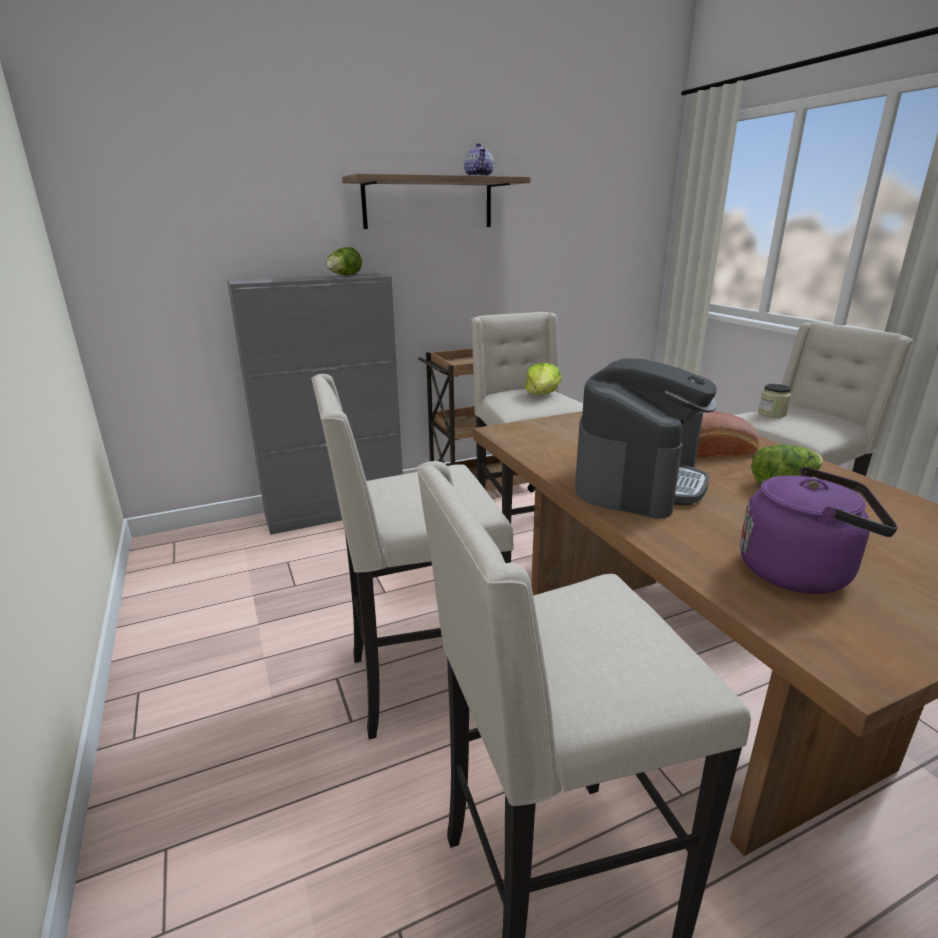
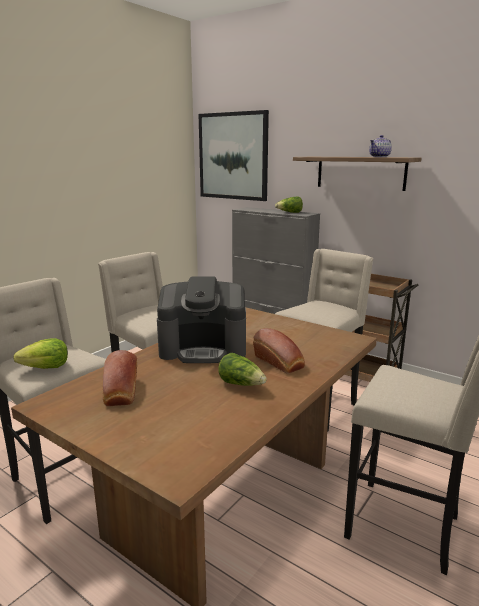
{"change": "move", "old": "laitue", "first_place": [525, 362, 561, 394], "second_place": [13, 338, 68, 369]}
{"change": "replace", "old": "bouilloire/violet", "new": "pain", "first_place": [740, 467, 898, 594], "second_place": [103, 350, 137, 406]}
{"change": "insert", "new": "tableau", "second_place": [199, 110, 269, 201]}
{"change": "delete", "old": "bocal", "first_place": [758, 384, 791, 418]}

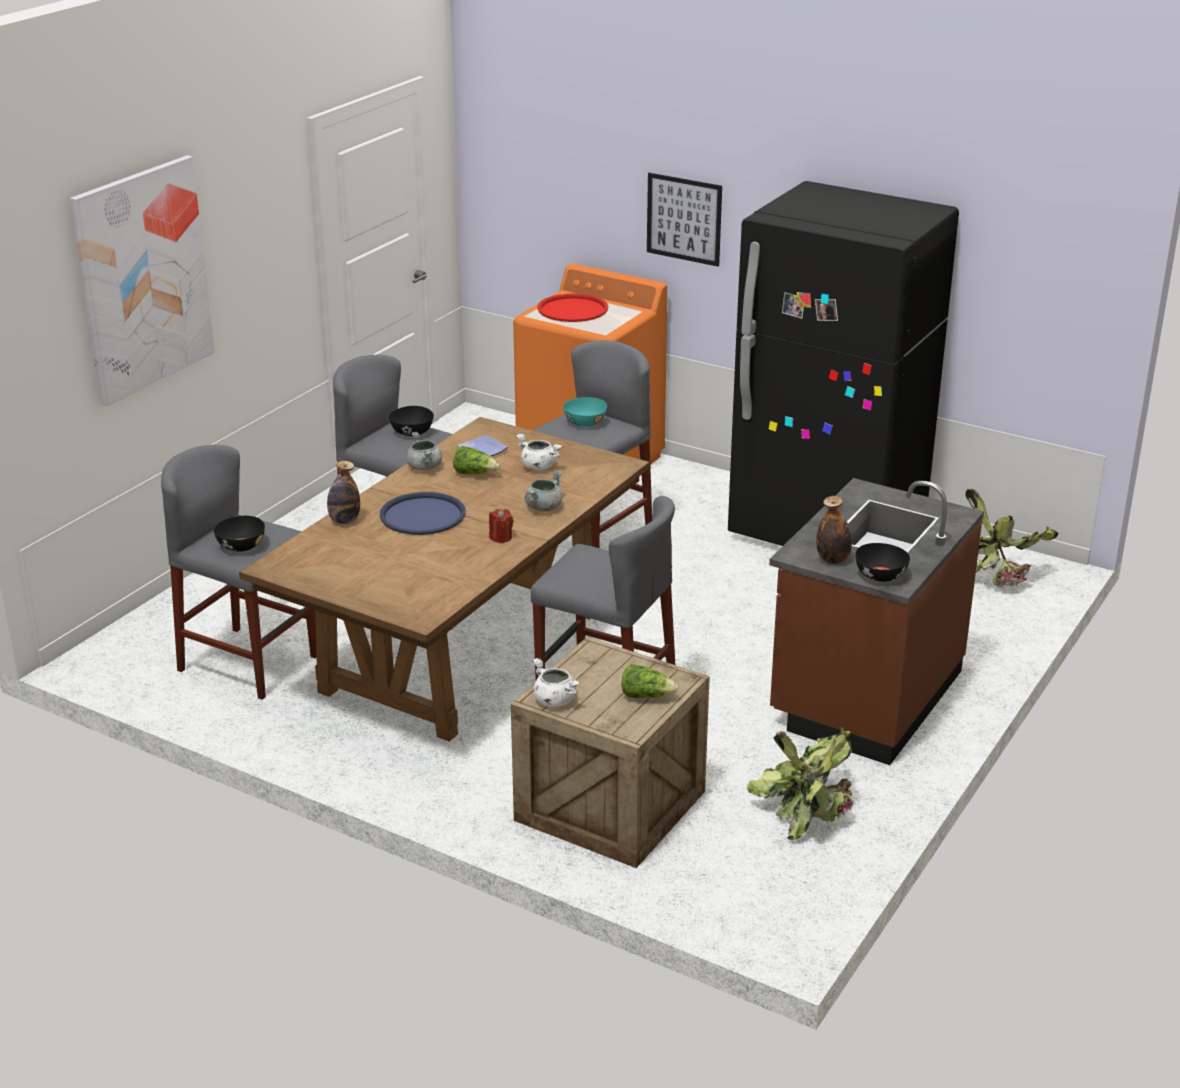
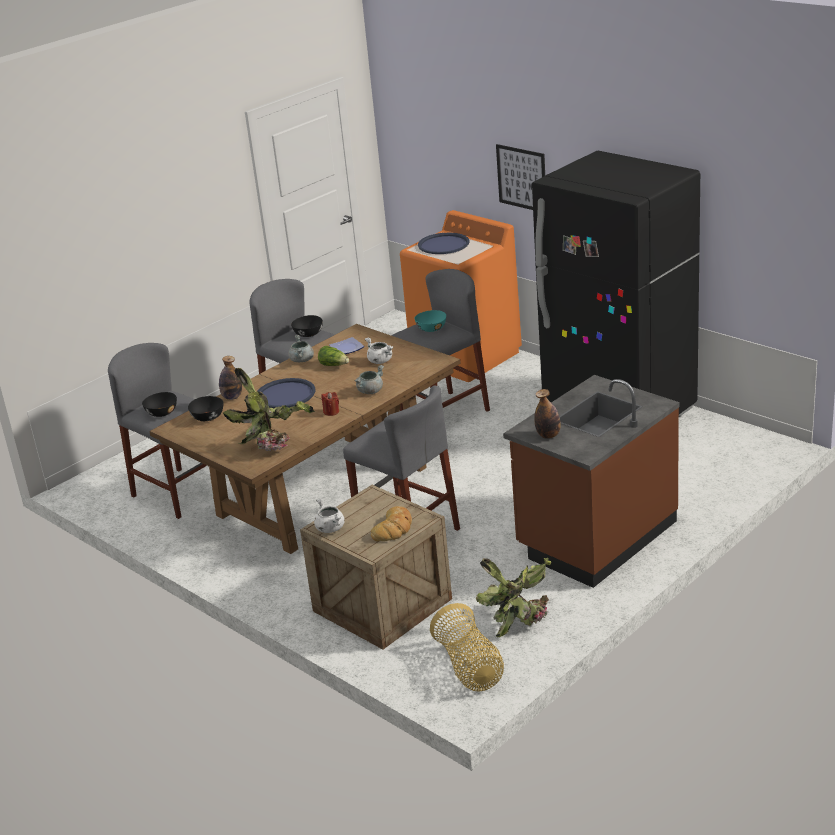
{"change": "move", "old": "bol/noir", "first_place": [855, 543, 910, 582], "second_place": [188, 396, 223, 421]}
{"change": "move", "old": "plante en pot", "first_place": [965, 489, 1058, 588], "second_place": [223, 368, 315, 451]}
{"change": "replace", "old": "laitue", "new": "pain", "first_place": [622, 664, 678, 699], "second_place": [371, 506, 412, 541]}
{"change": "recolor", "old": "plateau/rouge", "new": "plateau/bleu", "first_place": [537, 293, 608, 322], "second_place": [418, 233, 469, 254]}
{"change": "insert", "new": "panier", "second_place": [430, 603, 504, 692]}
{"change": "delete", "old": "tableau", "first_place": [70, 155, 215, 406]}

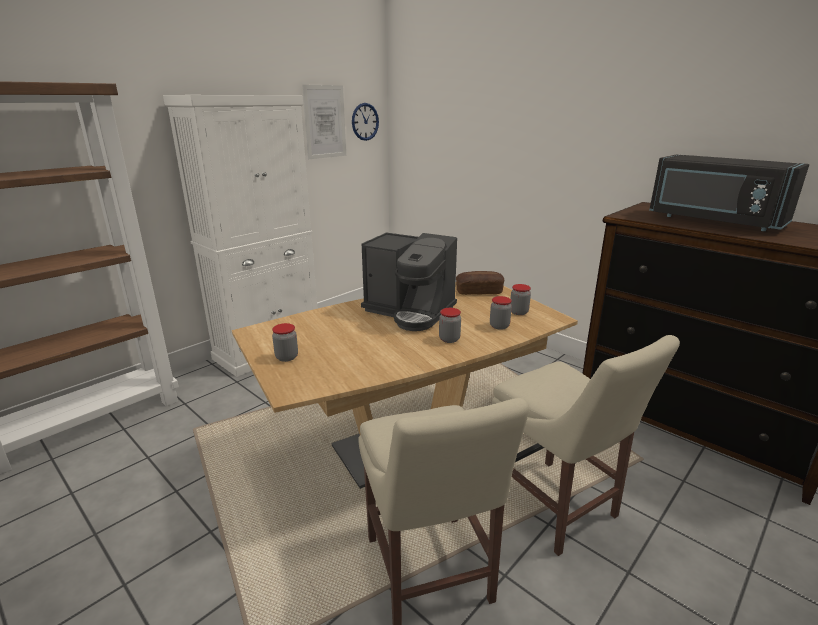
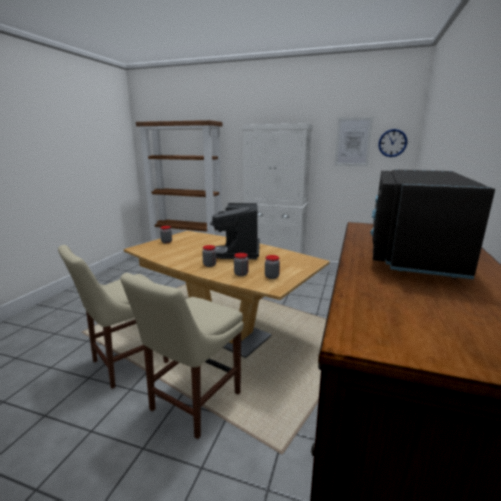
{"change": "delete", "old": "pain", "first_place": [456, 271, 504, 295]}

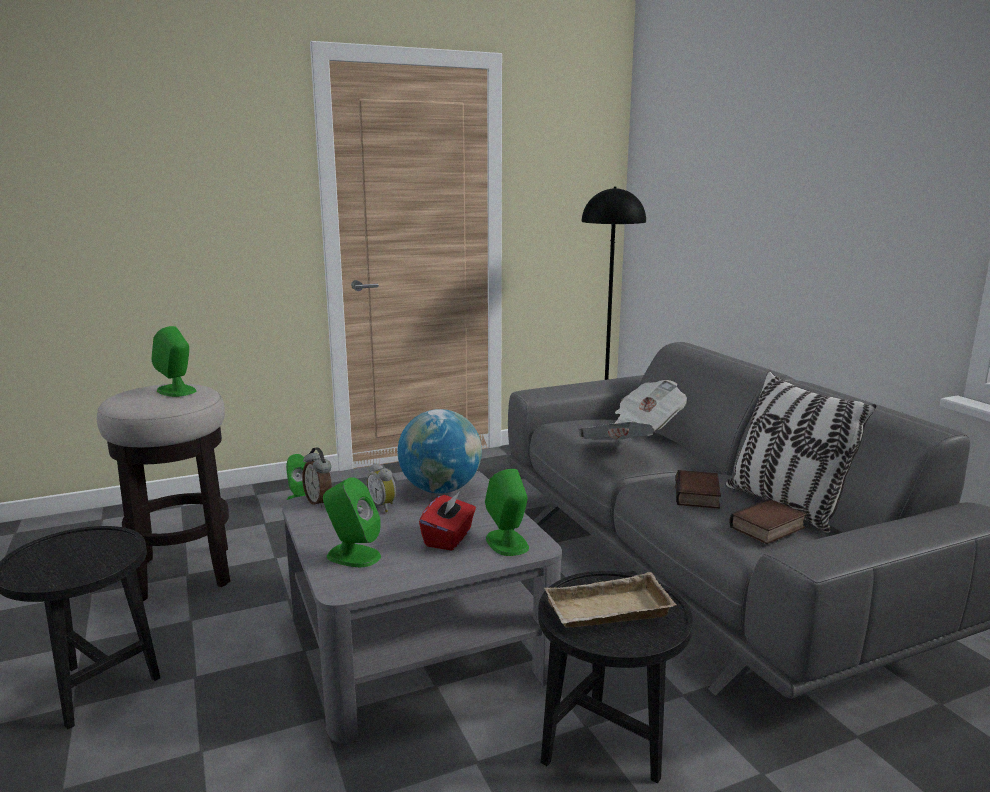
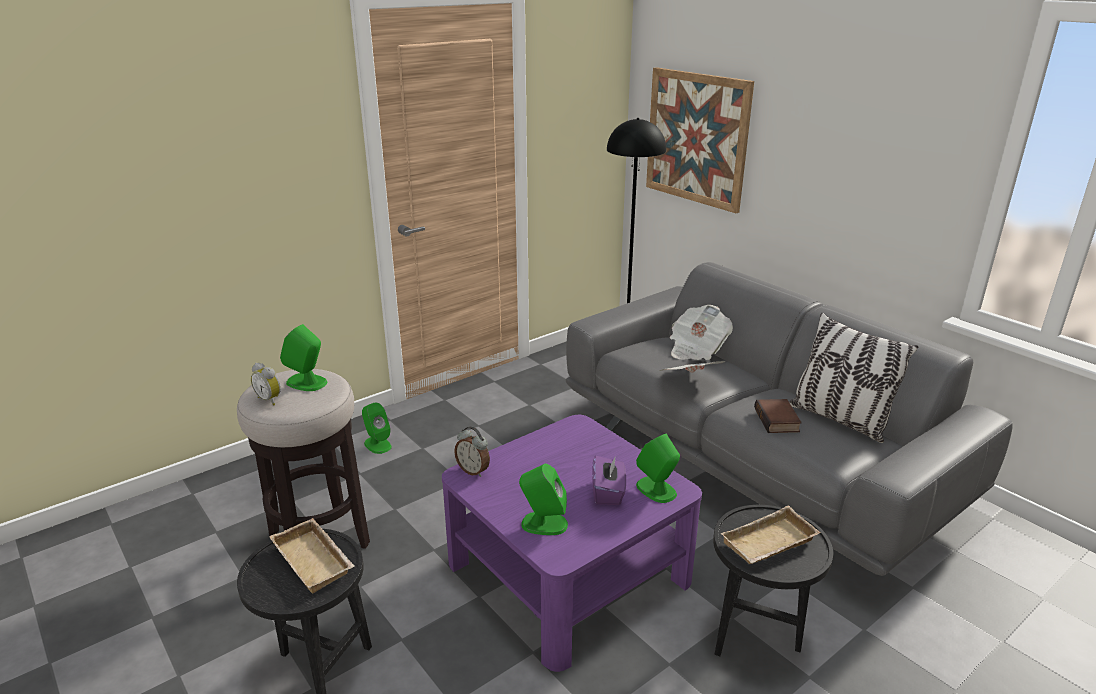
{"change": "move", "old": "réveil", "first_place": [367, 463, 396, 512], "second_place": [251, 363, 281, 406]}
{"change": "insert", "new": "plateau/beige", "second_place": [269, 518, 355, 594]}
{"change": "recolor", "old": "table basse/gris", "new": "table basse/violet", "first_place": [282, 471, 562, 743], "second_place": [442, 415, 702, 672]}
{"change": "recolor", "old": "boîte à mouchoirs/rouge", "new": "boîte à mouchoirs/violet", "first_place": [419, 491, 476, 551], "second_place": [592, 455, 626, 505]}
{"change": "insert", "new": "tableau", "second_place": [646, 67, 754, 213]}
{"change": "delete", "old": "globe", "first_place": [398, 409, 482, 494]}
{"change": "delete", "old": "livre", "first_place": [729, 499, 807, 544]}

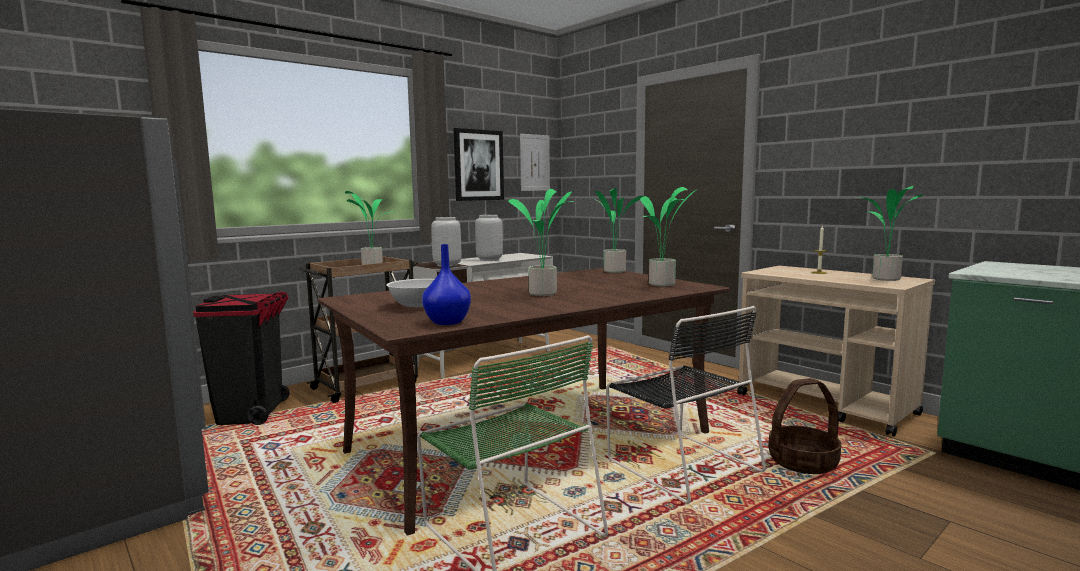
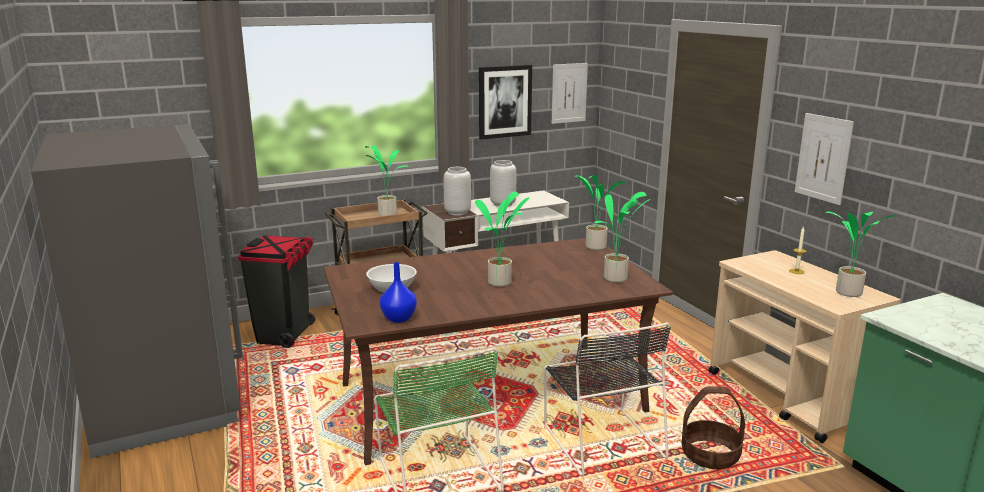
{"change": "insert", "new": "tableau", "second_place": [795, 113, 854, 205]}

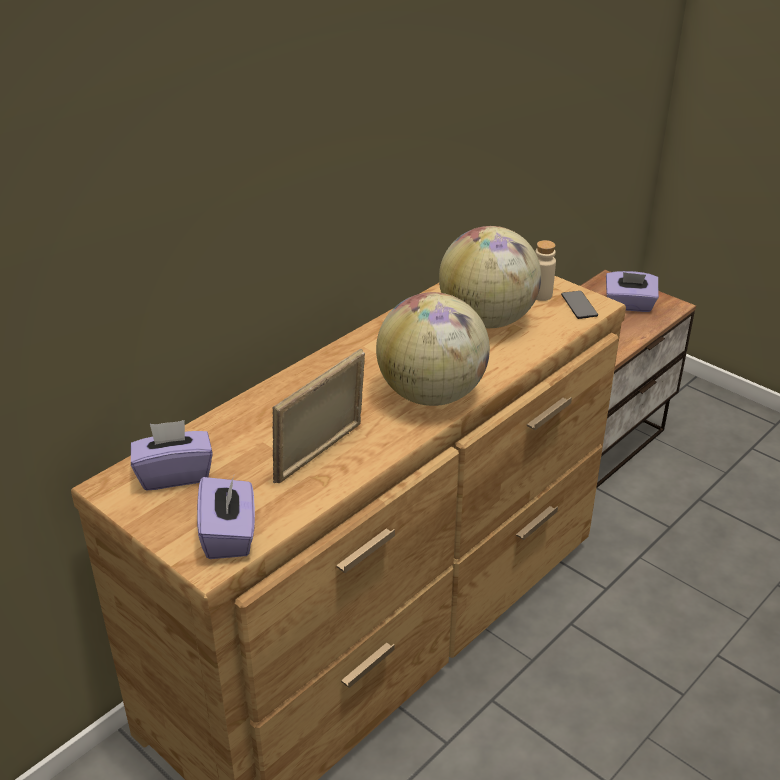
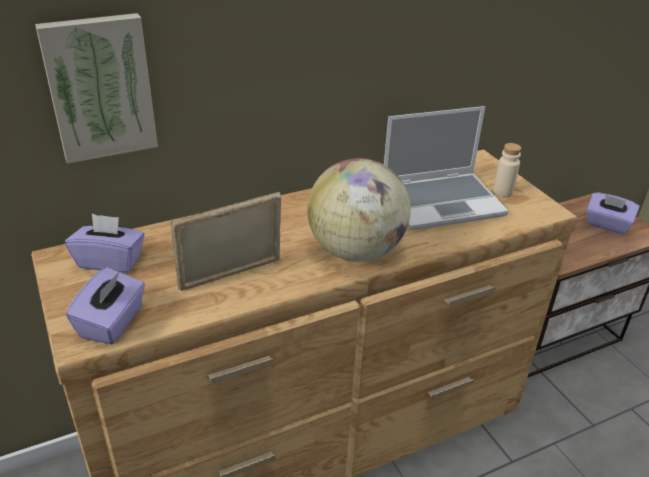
{"change": "insert", "new": "tableau", "second_place": [35, 13, 158, 164]}
{"change": "replace", "old": "globe", "new": "ordinateur portable", "first_place": [439, 226, 541, 328], "second_place": [384, 106, 509, 230]}
{"change": "delete", "old": "téléphone", "first_place": [561, 291, 598, 319]}

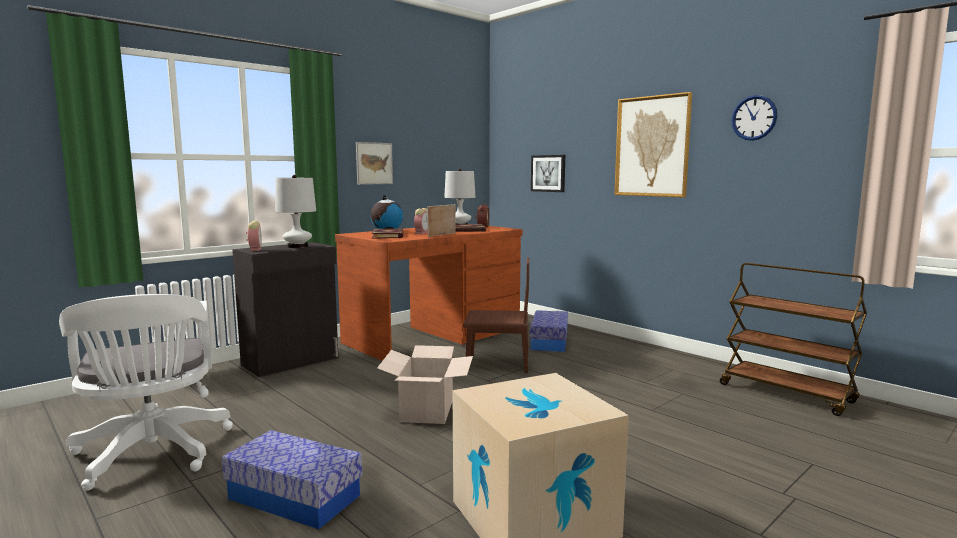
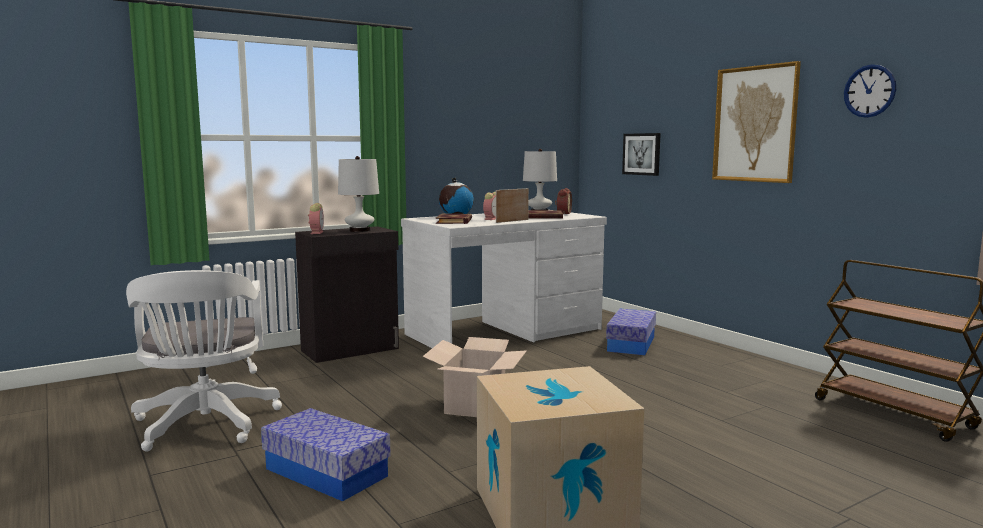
{"change": "recolor", "old": "bureau/marron", "new": "bureau/blanc", "first_place": [335, 226, 523, 361], "second_place": [401, 212, 607, 348]}
{"change": "delete", "old": "tableau", "first_place": [356, 142, 393, 185]}
{"change": "delete", "old": "chaise/marron", "first_place": [463, 257, 529, 373]}

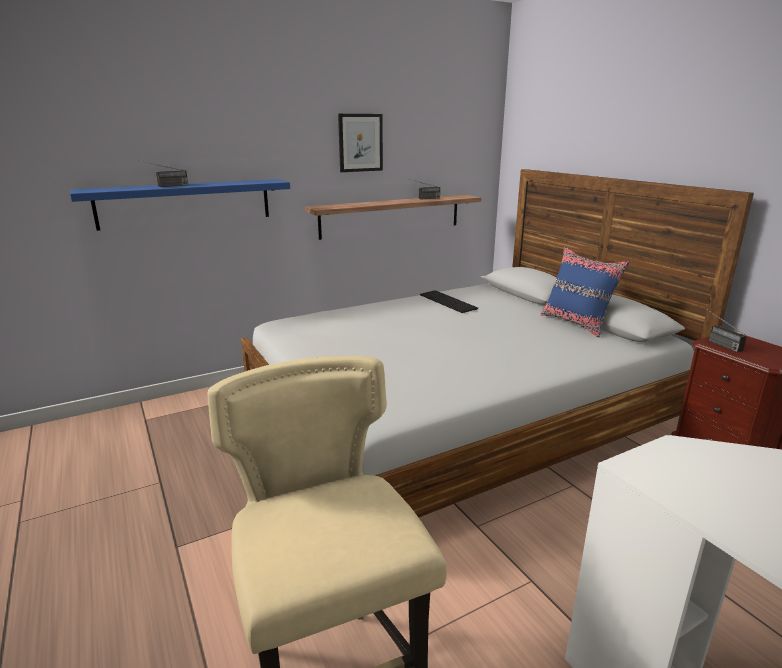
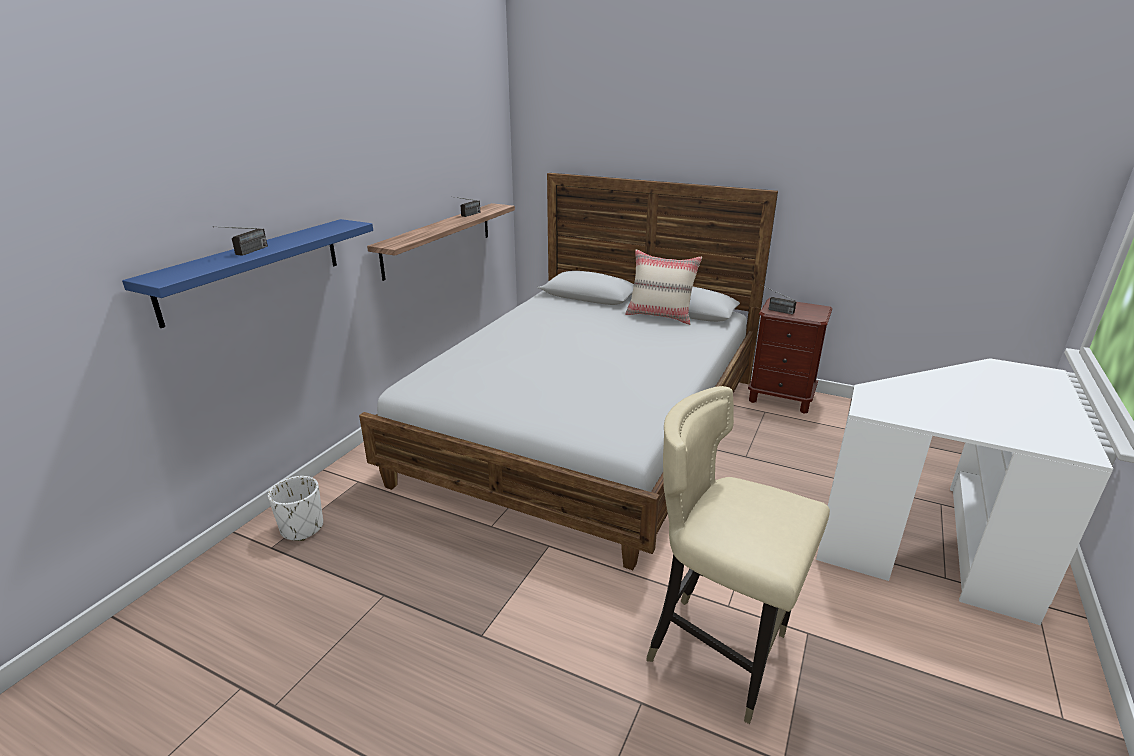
{"change": "insert", "new": "cache-pot/blanc", "second_place": [268, 476, 323, 541]}
{"change": "recolor", "old": "coussin/bleu", "new": "coussin/beige", "first_place": [540, 247, 629, 337], "second_place": [625, 250, 702, 325]}
{"change": "delete", "old": "tableau", "first_place": [338, 114, 383, 172]}
{"change": "delete", "old": "clavier", "first_place": [420, 290, 478, 313]}

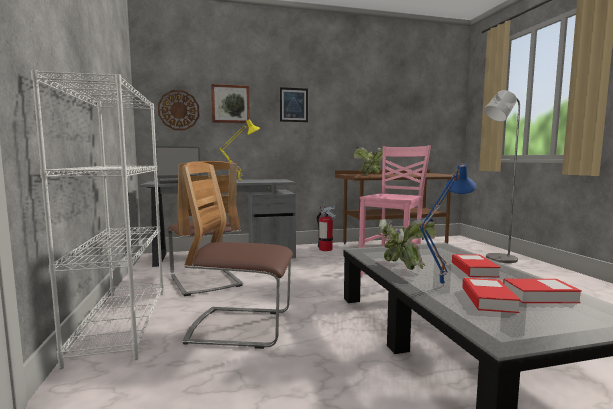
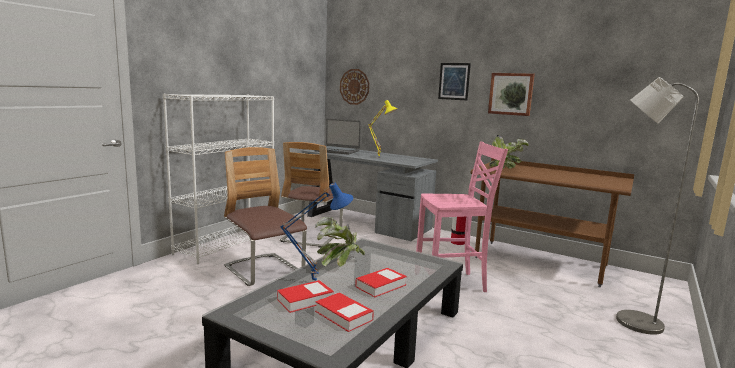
{"change": "move", "old": "tableau", "first_place": [211, 84, 250, 123], "second_place": [488, 73, 535, 116]}

